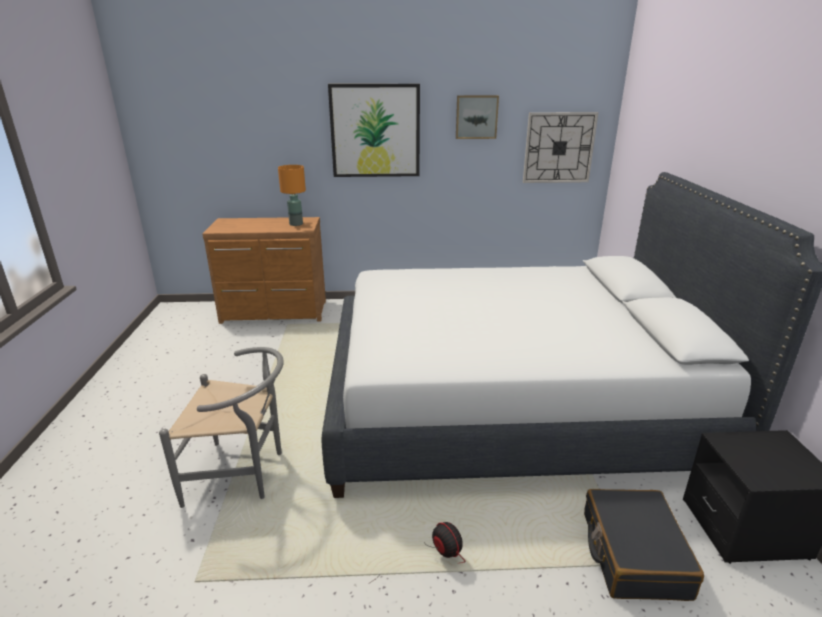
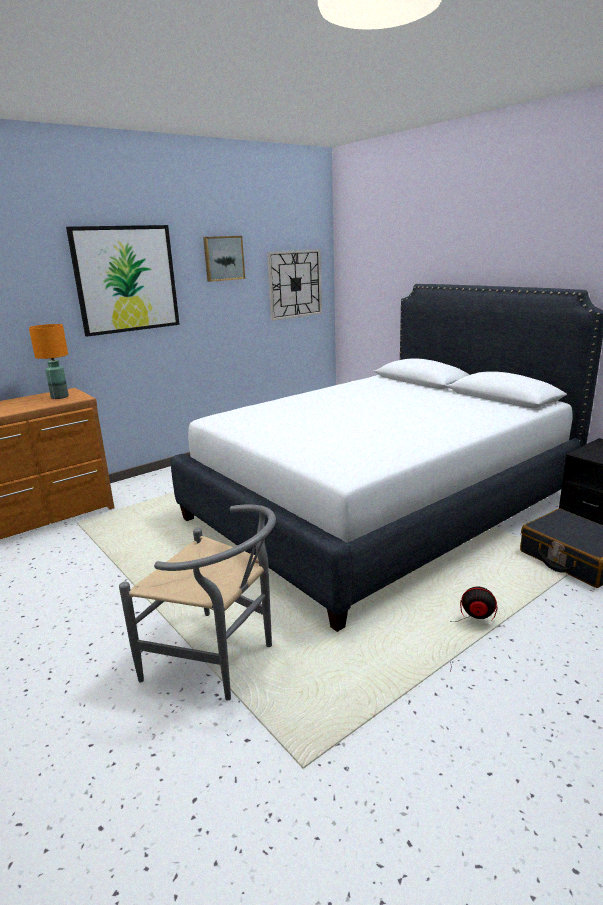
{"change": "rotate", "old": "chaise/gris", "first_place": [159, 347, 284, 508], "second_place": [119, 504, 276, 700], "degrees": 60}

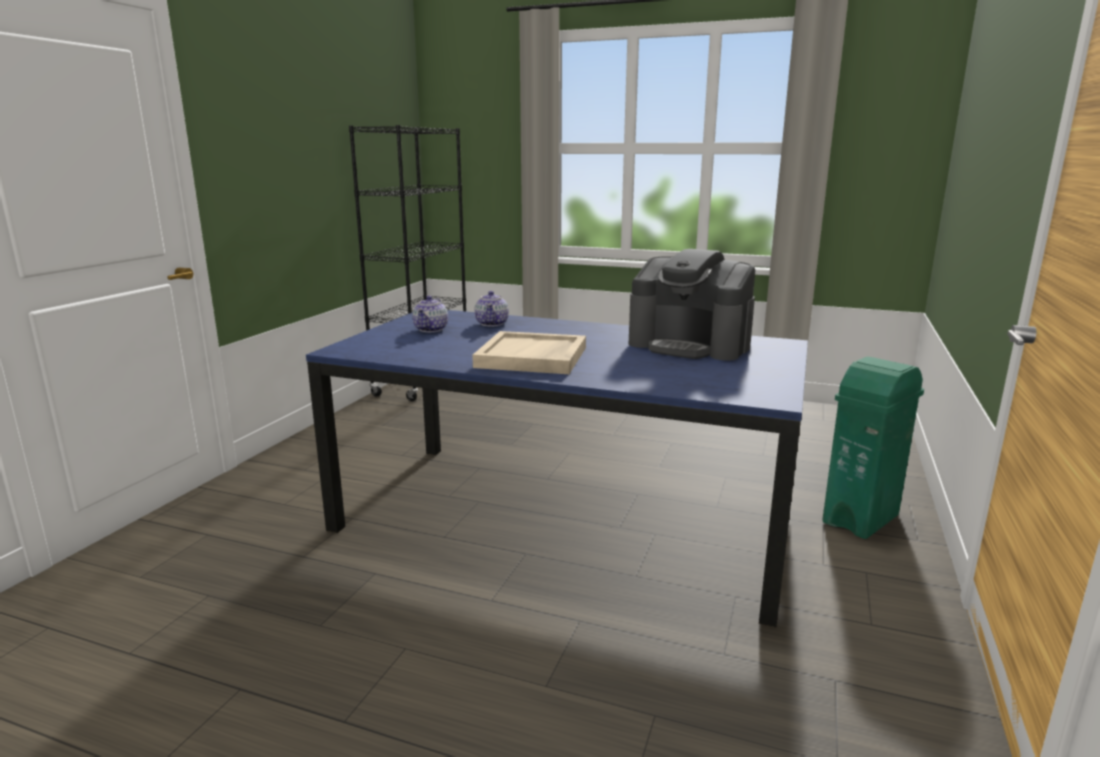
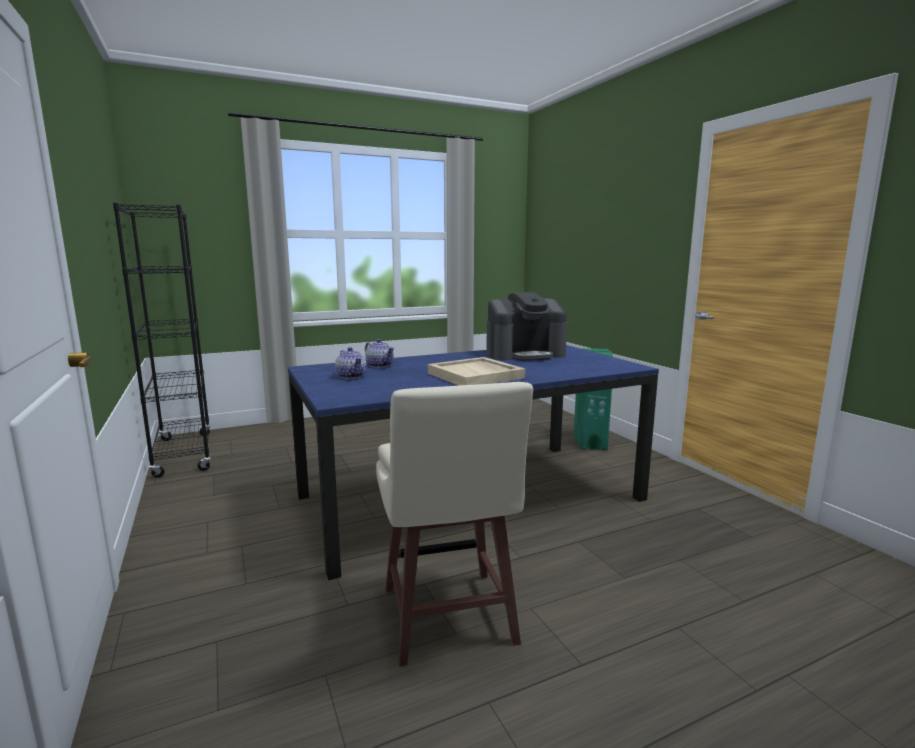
{"change": "insert", "new": "tabouret/beige", "second_place": [376, 382, 533, 666]}

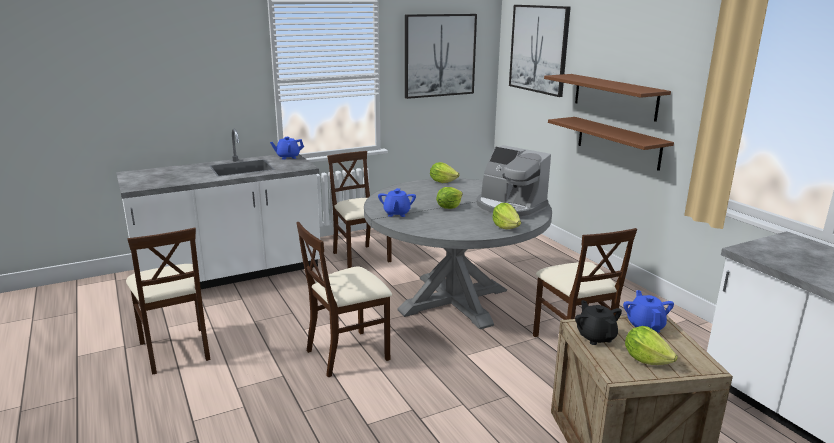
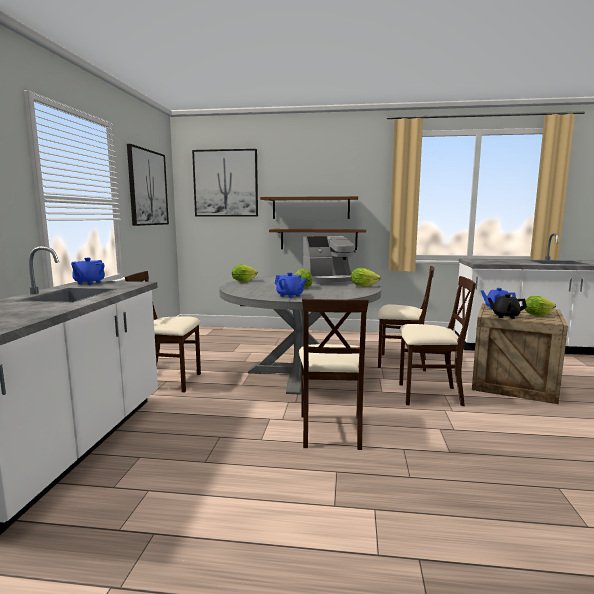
{"change": "move", "old": "chaise/beige", "first_place": [126, 228, 211, 375], "second_place": [399, 276, 476, 406]}

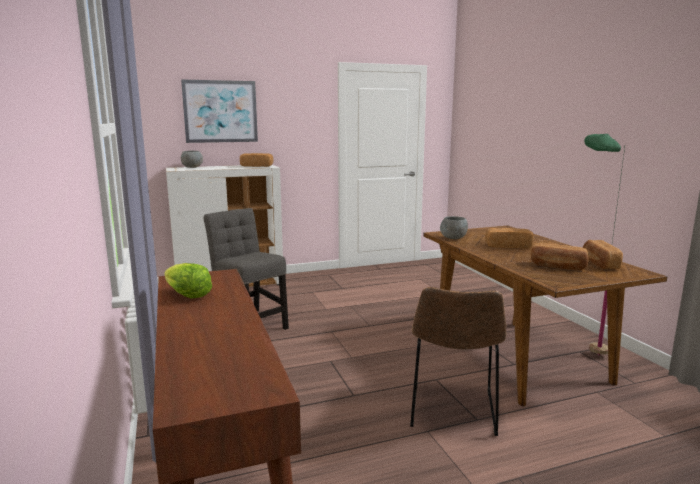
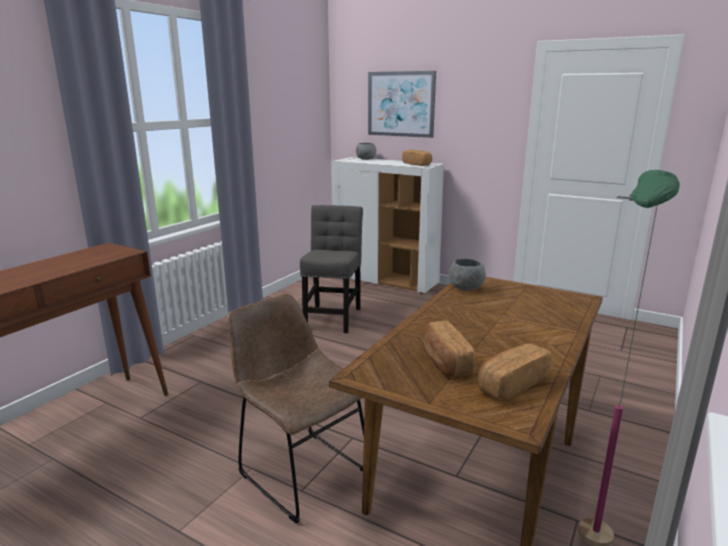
{"change": "rotate", "old": "chaise/marron", "first_place": [410, 287, 506, 436], "second_place": [227, 294, 364, 524], "degrees": 75}
{"change": "delete", "old": "laitue", "first_place": [164, 263, 212, 299]}
{"change": "delete", "old": "pain", "first_place": [485, 228, 534, 249]}

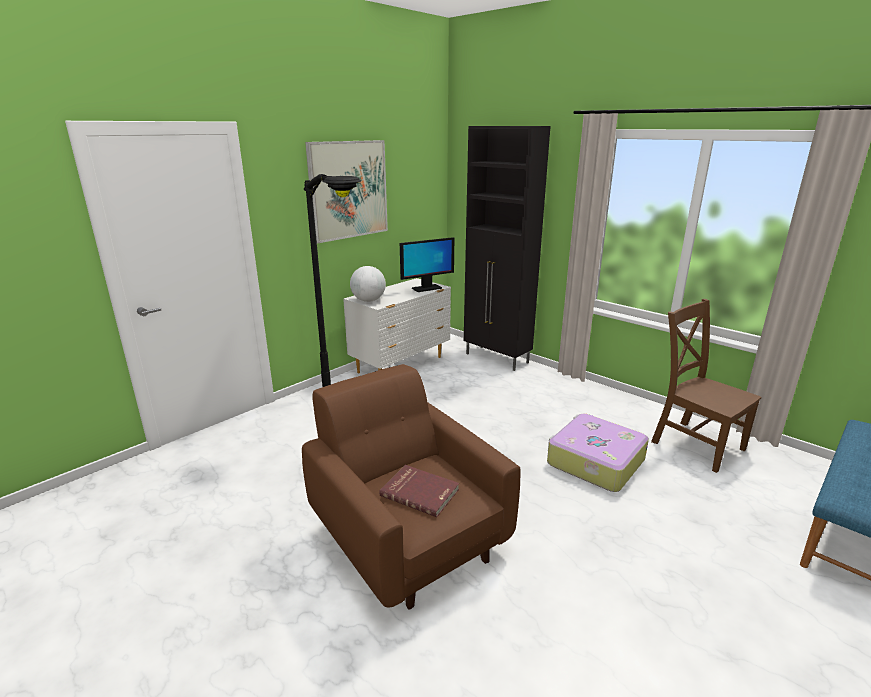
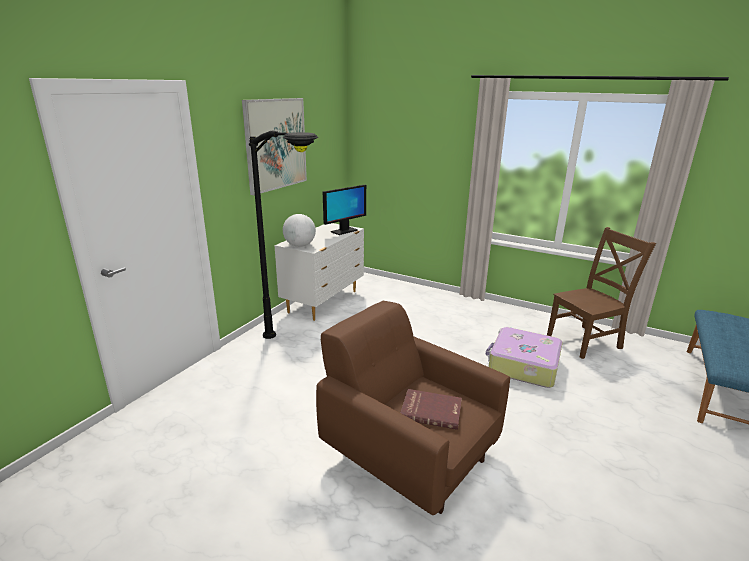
{"change": "rotate", "old": "chaise/marron", "first_place": [651, 299, 762, 473], "second_place": [547, 227, 656, 359], "degrees": 120}
{"change": "delete", "old": "meuble de rangement/noir", "first_place": [464, 126, 551, 371]}

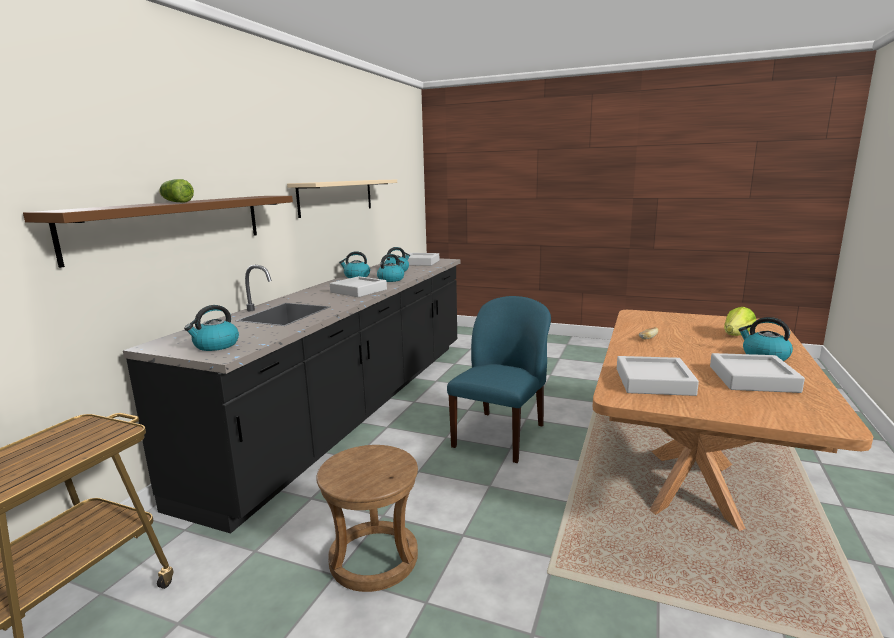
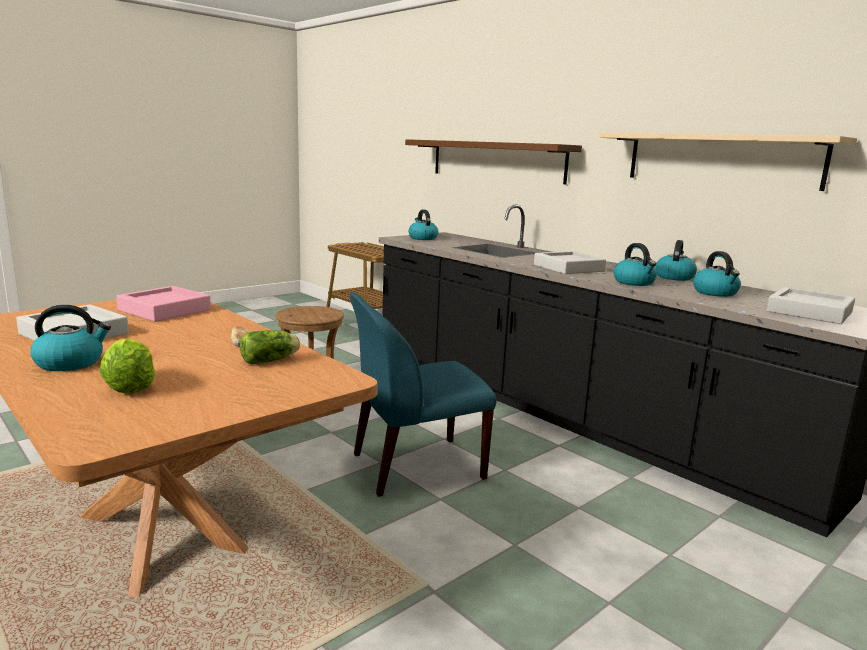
{"change": "recolor", "old": "plateau/gris", "new": "plateau/rose", "first_place": [617, 356, 699, 396], "second_place": [116, 286, 211, 322]}
{"change": "move", "old": "laitue", "first_place": [159, 179, 194, 203], "second_place": [240, 330, 300, 364]}
{"change": "rotate", "old": "chaise/bleu", "first_place": [447, 296, 551, 463], "second_place": [349, 293, 496, 497], "degrees": 105}

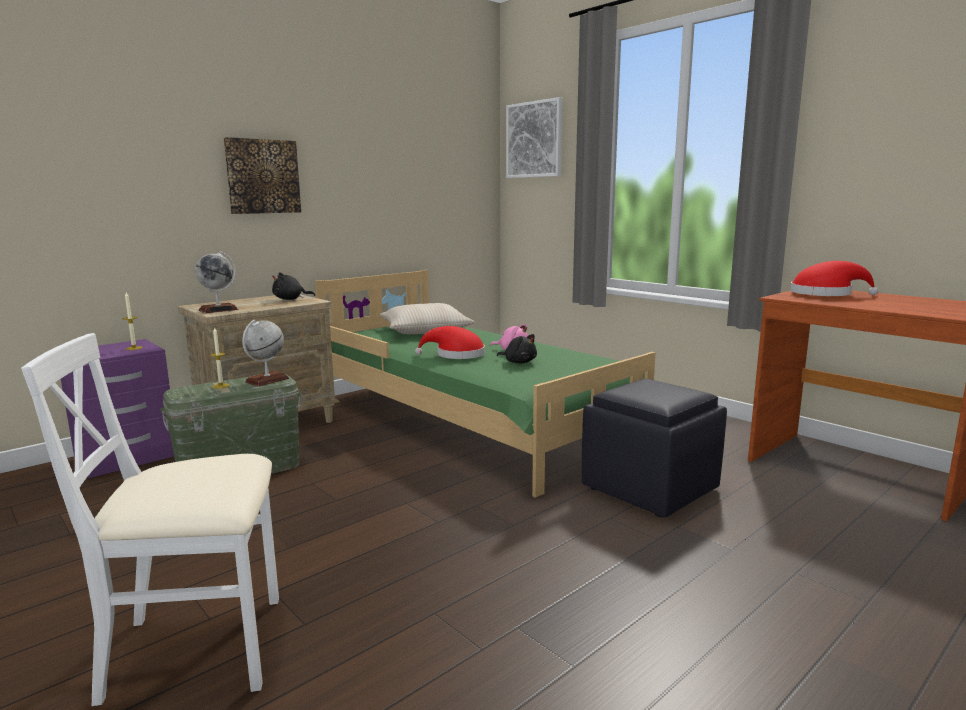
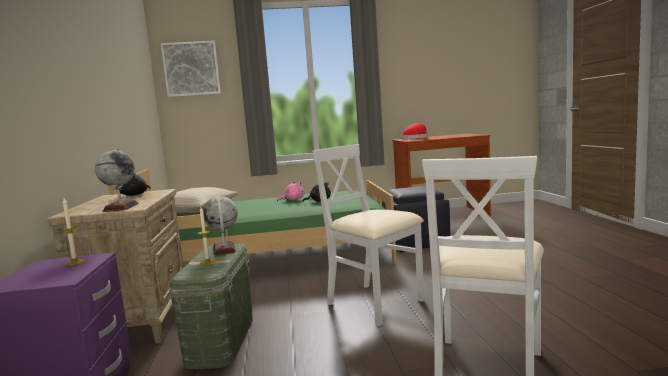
{"change": "insert", "new": "chaise/blanc", "second_place": [312, 144, 424, 326]}
{"change": "delete", "old": "tableau", "first_place": [224, 137, 301, 214]}
{"change": "delete", "old": "chapeau/rouge", "first_place": [415, 326, 485, 359]}

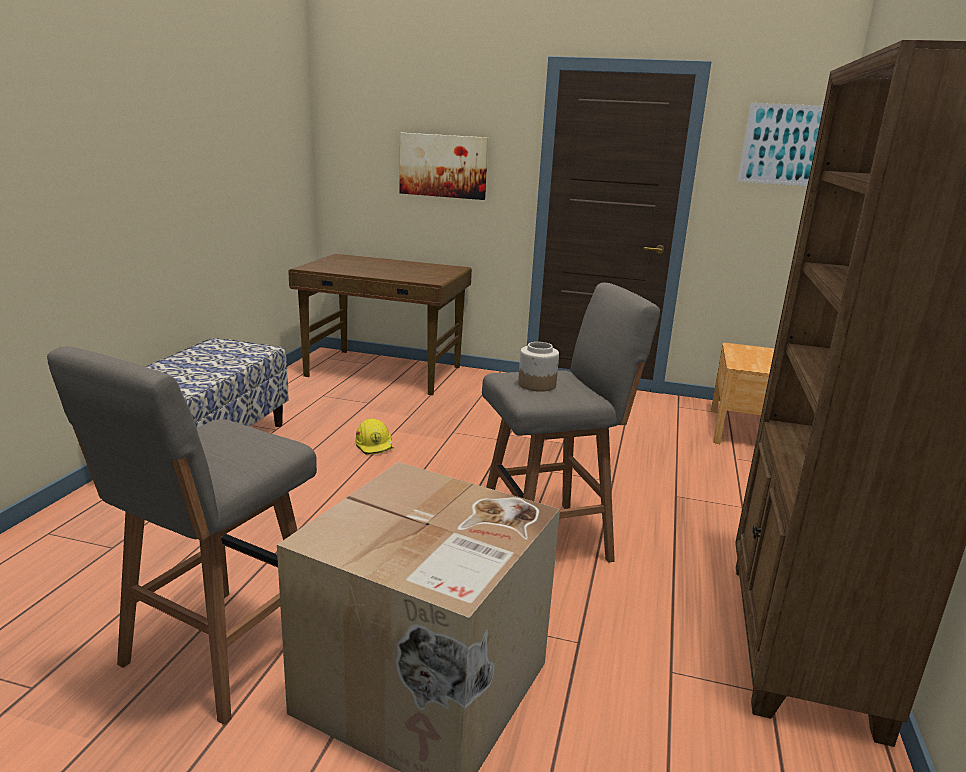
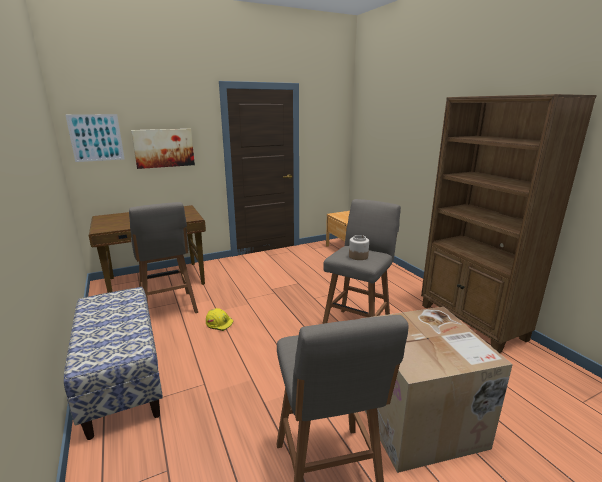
{"change": "move", "old": "tableau", "first_place": [737, 103, 823, 186], "second_place": [66, 114, 124, 162]}
{"change": "insert", "new": "tabouret/gris", "second_place": [129, 202, 198, 313]}

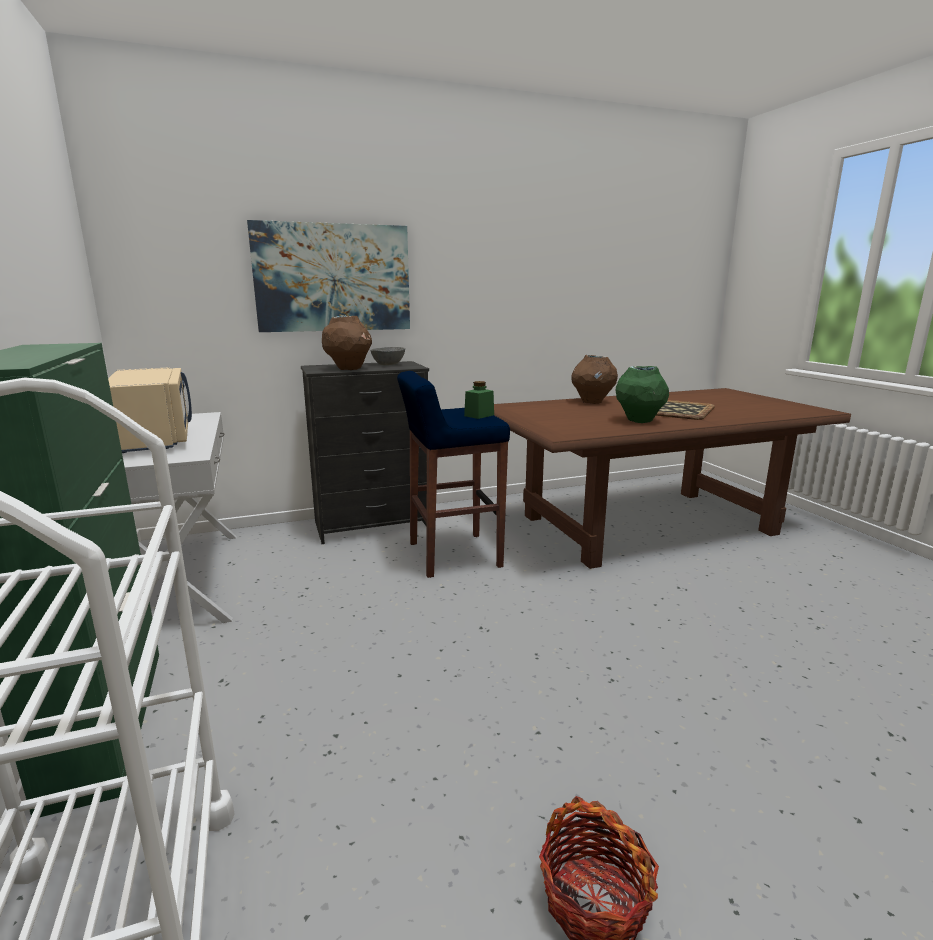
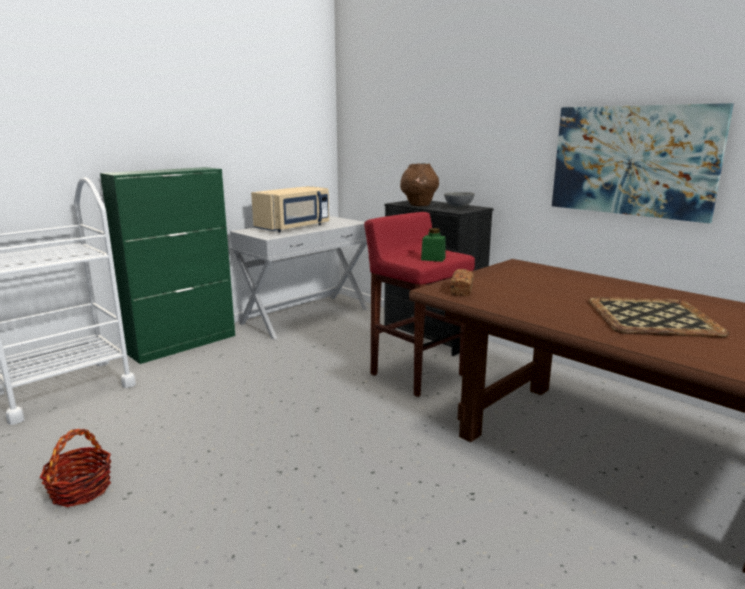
{"change": "recolor", "old": "tabouret/bleu", "new": "tabouret/rouge", "first_place": [397, 371, 510, 578], "second_place": [364, 212, 475, 397]}
{"change": "insert", "new": "pain", "second_place": [451, 269, 474, 296]}
{"change": "move", "old": "tableau", "first_place": [247, 220, 410, 332], "second_place": [552, 103, 734, 223]}
{"change": "delete", "old": "vase/marron", "first_place": [571, 355, 618, 404]}
{"change": "delete", "old": "vase/vert", "first_place": [616, 366, 669, 423]}

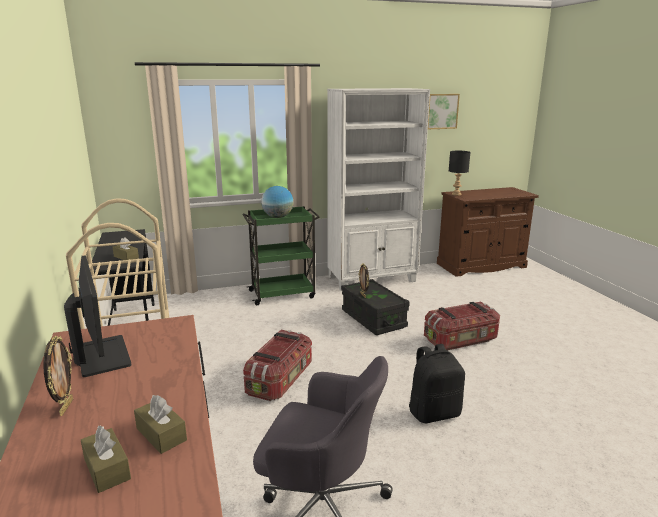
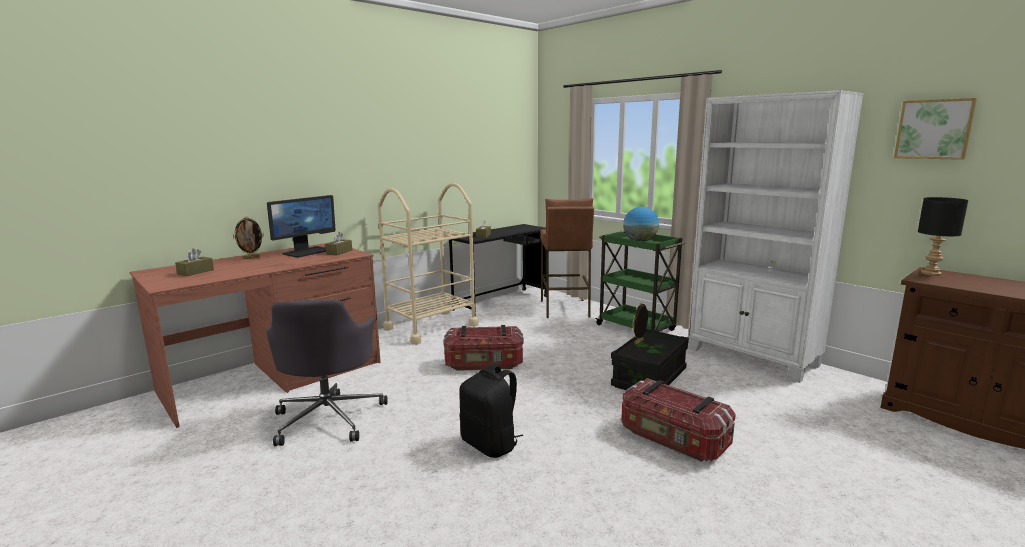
{"change": "move", "old": "boîte à mouchoirs/marron", "first_place": [134, 395, 187, 454], "second_place": [325, 232, 352, 255]}
{"change": "insert", "new": "tabouret/marron", "second_place": [540, 198, 594, 318]}

